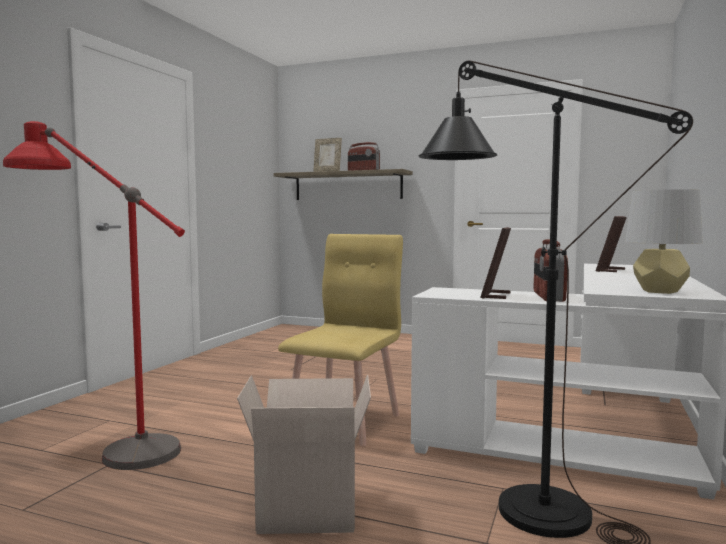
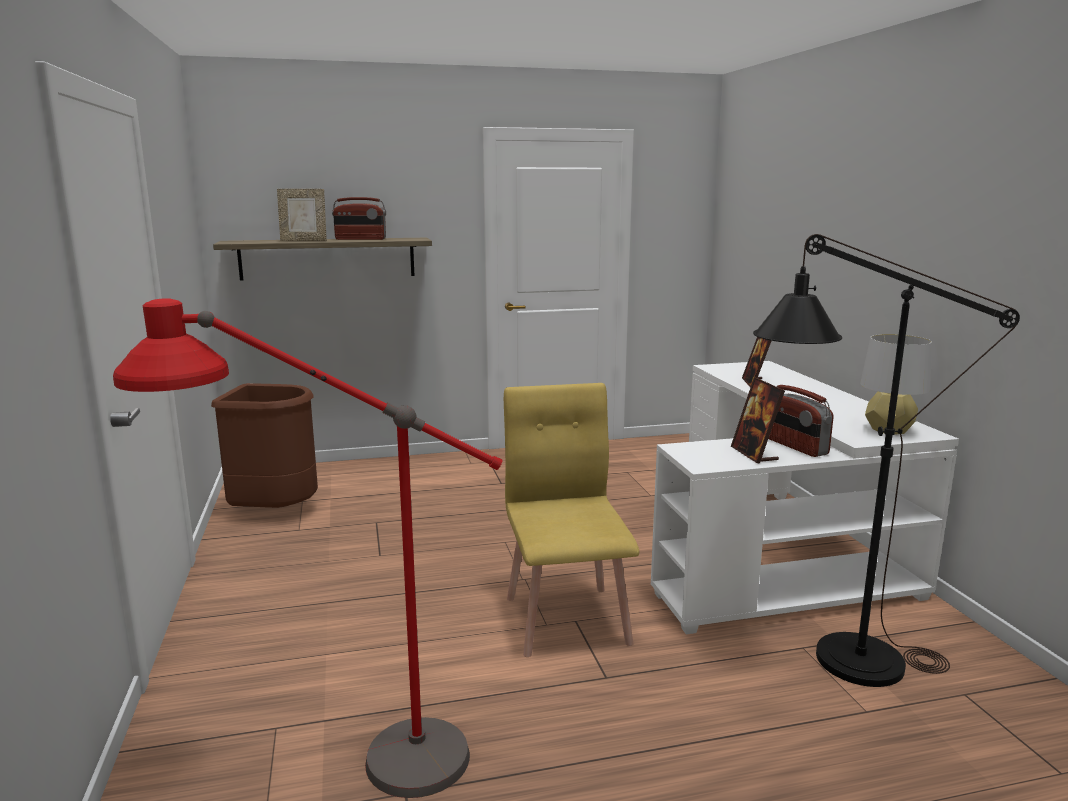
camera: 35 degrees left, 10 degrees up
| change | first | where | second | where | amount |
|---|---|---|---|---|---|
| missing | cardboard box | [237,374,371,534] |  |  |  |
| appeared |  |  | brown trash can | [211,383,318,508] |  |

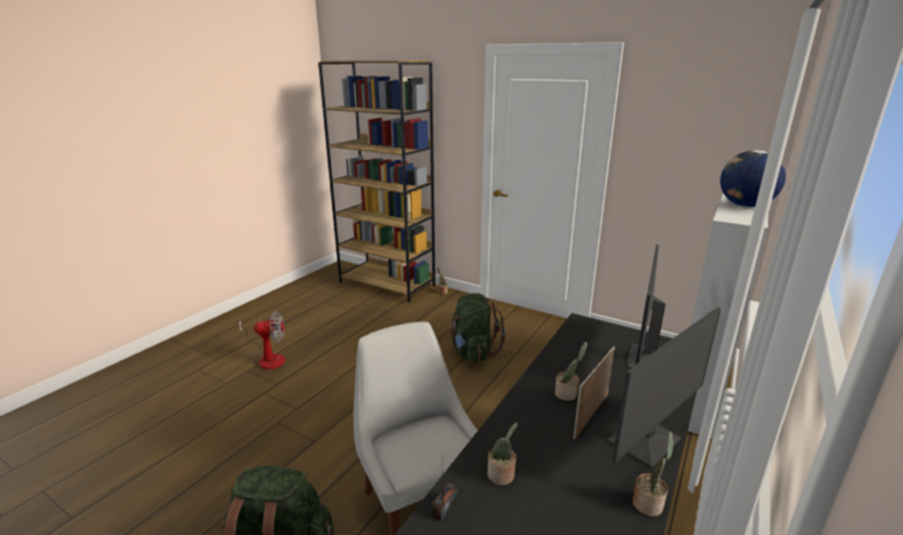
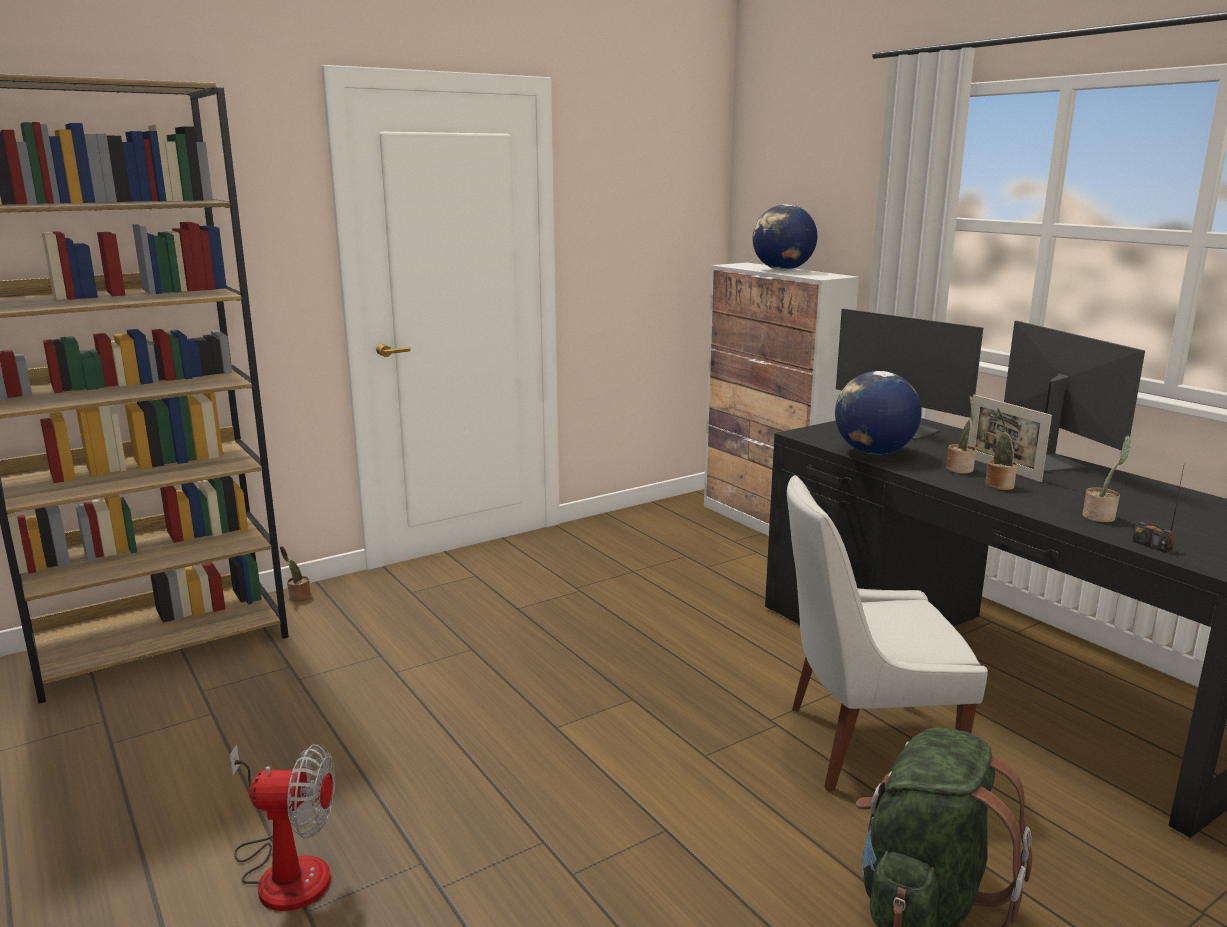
camera: 65 degrees left, 5 degrees down
| change | first | where | second | where | amount |
|---|---|---|---|---|---|
| missing | green backpack | [447,293,506,363] |  |  |  |
| appeared |  |  | globe | [835,371,922,454] |  |
| relocated | potted plant | [632,432,674,517] |  | [985,408,1017,490] |  |
| spun | fan | [239,311,285,370] |  | [230,744,335,911] | 75 degrees clockwise |

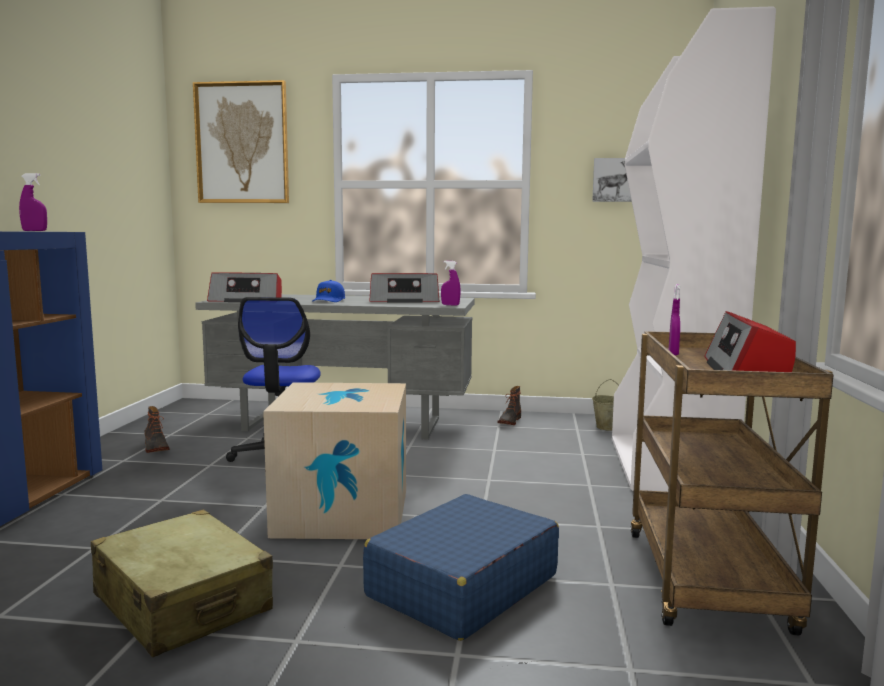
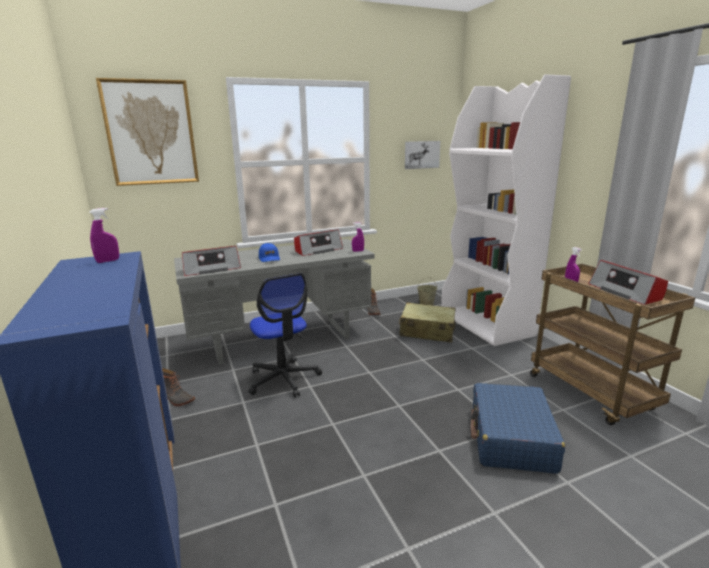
camera: 30 degrees left, 10 degrees up
| change | first | where | second | where | amount |
|---|---|---|---|---|---|
| missing | cardboard box | [263,382,406,539] |  |  |  |
| relocated | beige suitcase | [91,509,273,657] |  | [399,302,455,342] |  |

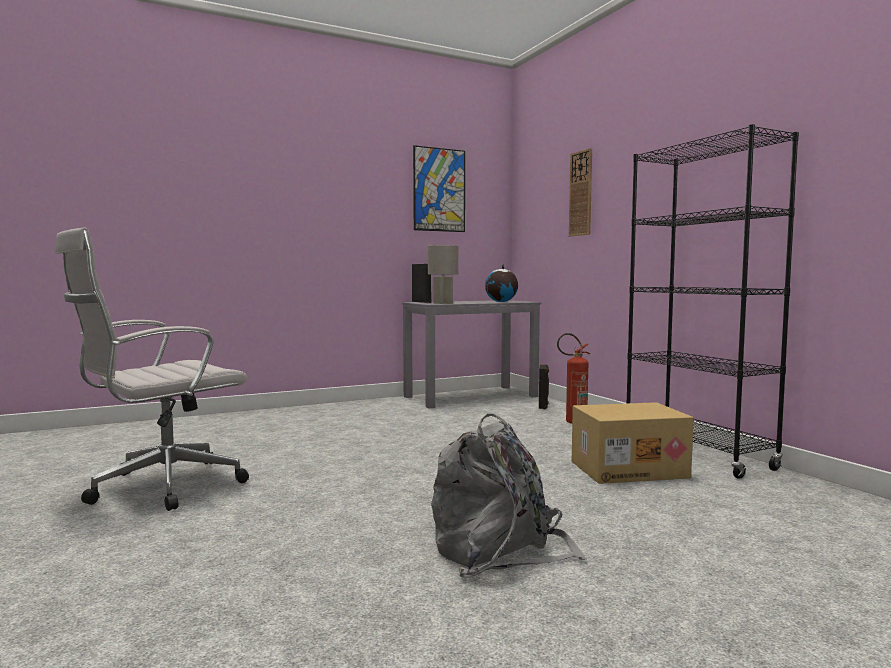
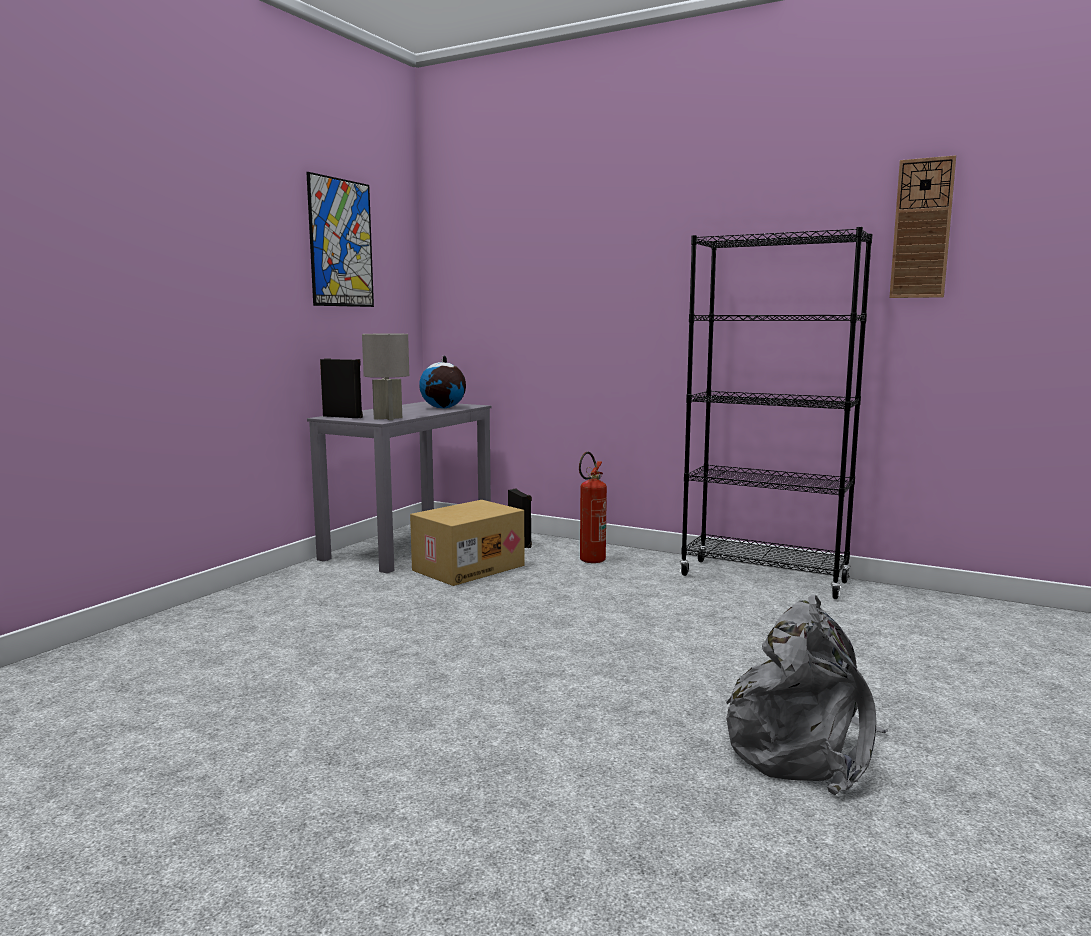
camera: 35 degrees left, 5 degrees up
| change | first | where | second | where | amount |
|---|---|---|---|---|---|
| missing | white office chair | [56,227,249,511] |  |  |  |
| relocated | wall clock | [569,148,592,236] |  | [889,155,956,298] |  |
| relocated | cardboard box | [572,402,694,484] |  | [410,500,525,586] |  |

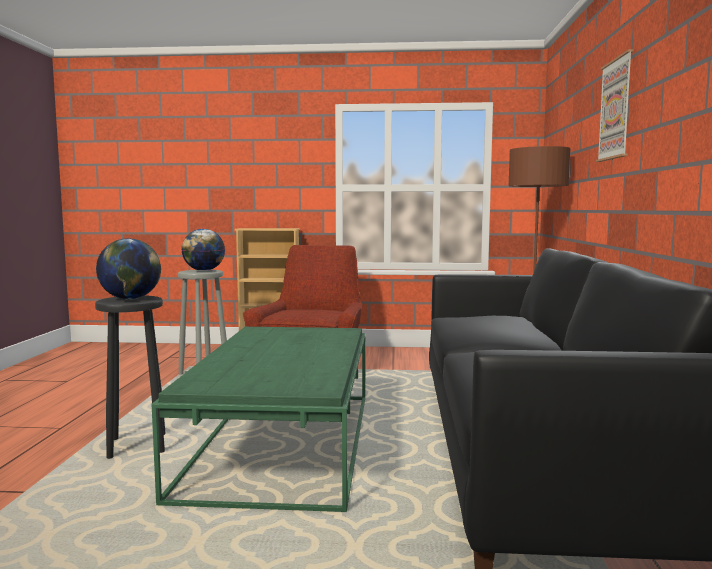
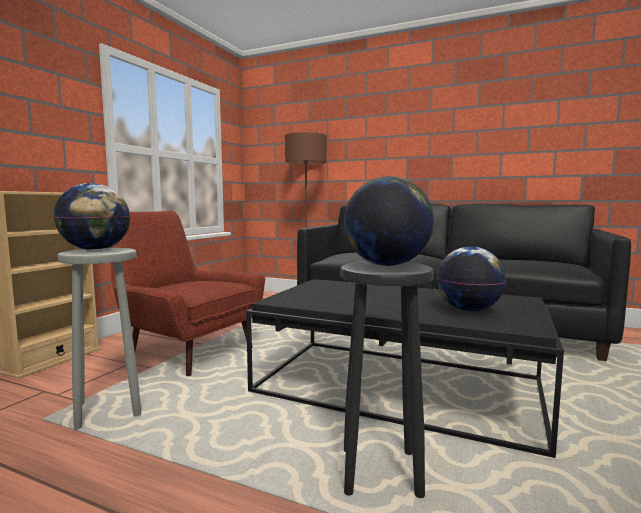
camera: 70 degrees left, 0 degrees up
| change | first | where | second | where | amount |
|---|---|---|---|---|---|
| missing | picture | [596,49,634,162] |  |  |  |
| appeared |  |  | globe | [437,247,506,311] |  |
| colour | green coffee table | [151,327,365,512] | black coffee table | [246,279,564,458] |  |

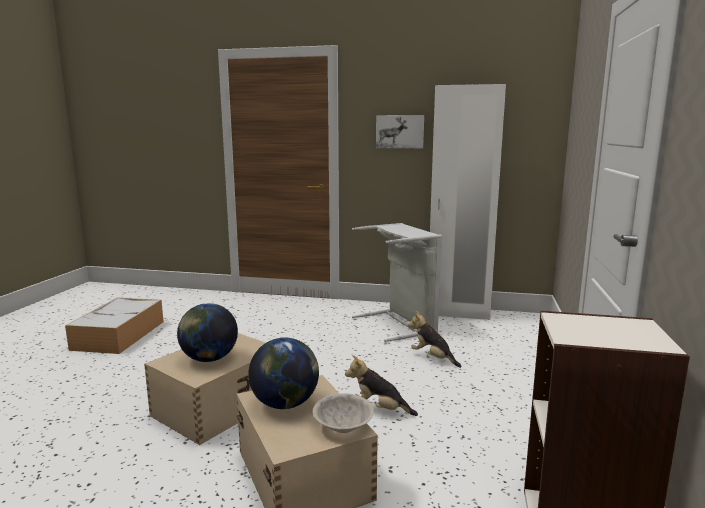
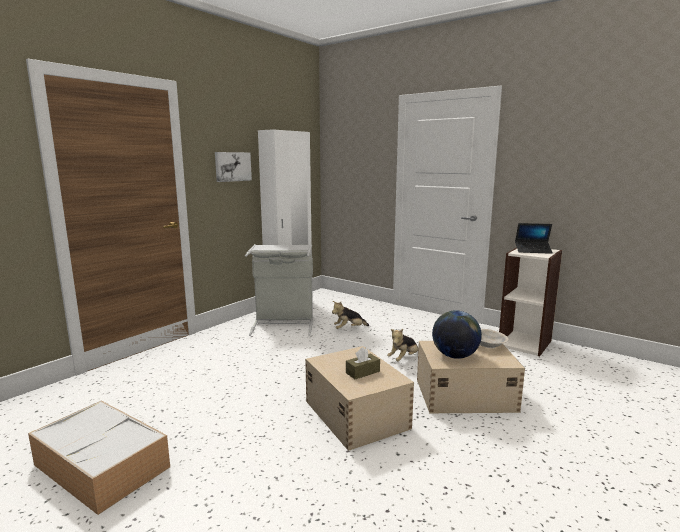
camera: 65 degrees left, 0 degrees up
| change | first | where | second | where | amount |
|---|---|---|---|---|---|
| appeared |  |  | laptop | [515,223,553,254] |  |
| exchanged | globe | [177,303,238,362] | brown tissue box | [346,347,380,379] |  |

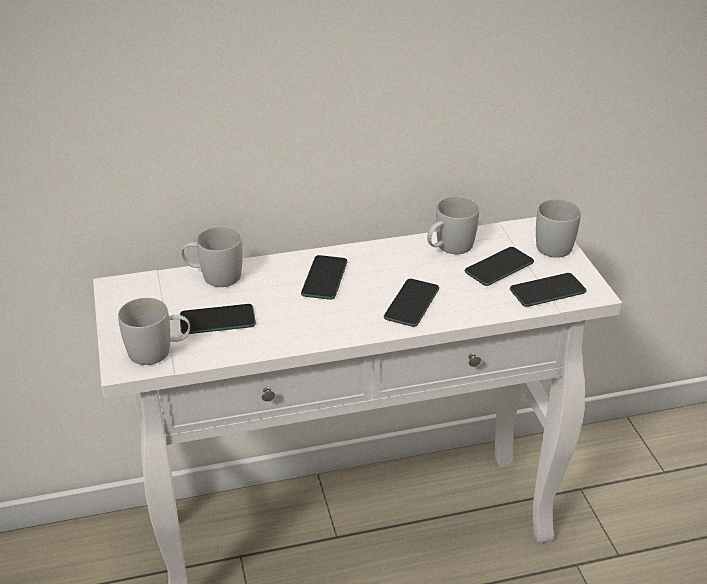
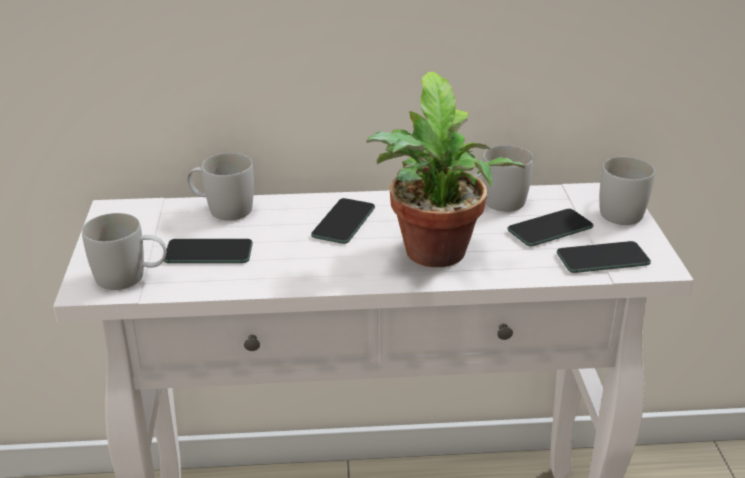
camera: 10 degrees right, 5 degrees down
| change | first | where | second | where | amount |
|---|---|---|---|---|---|
| exchanged | phone | [384,279,439,327] | potted plant | [367,72,526,267] |  |

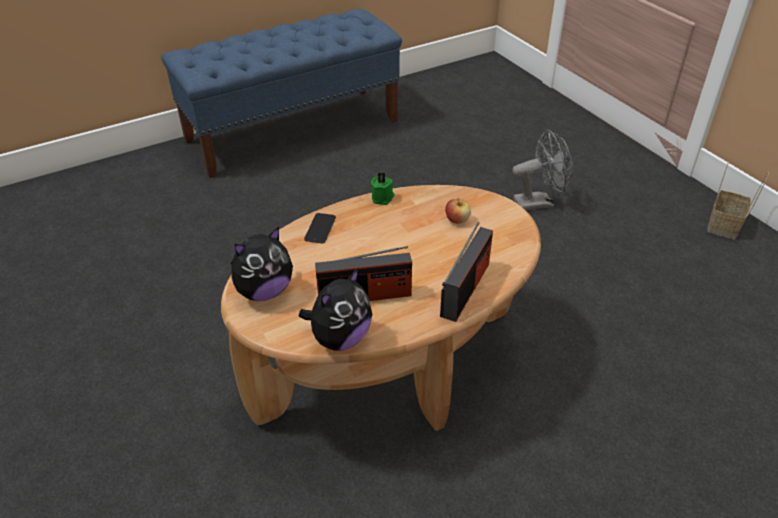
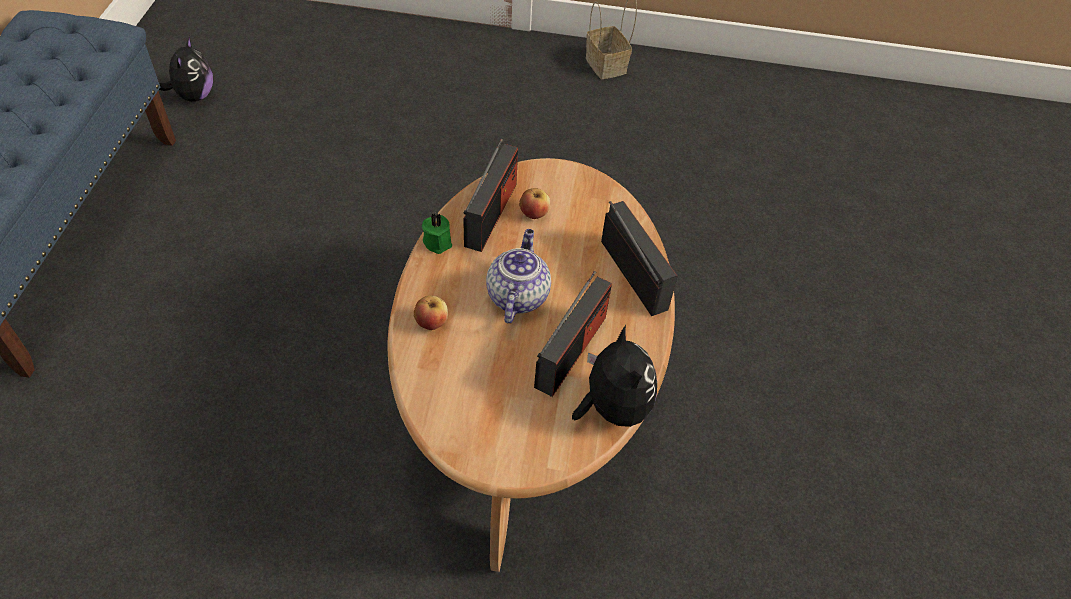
camera: 55 degrees left, 10 degrees up
| change | first | where | second | where | amount |
|---|---|---|---|---|---|
| missing | grey fan | [512,130,573,210] |  |  |  |
| appeared |  |  | radio | [463,139,518,252] |  |
| appeared |  |  | teapot | [486,229,551,323] |  |
| relocated | plush toy | [231,227,293,301] |  | [159,36,213,102] |  |
| exchanged | phone | [304,213,336,243] | apple | [414,296,448,330] |  |

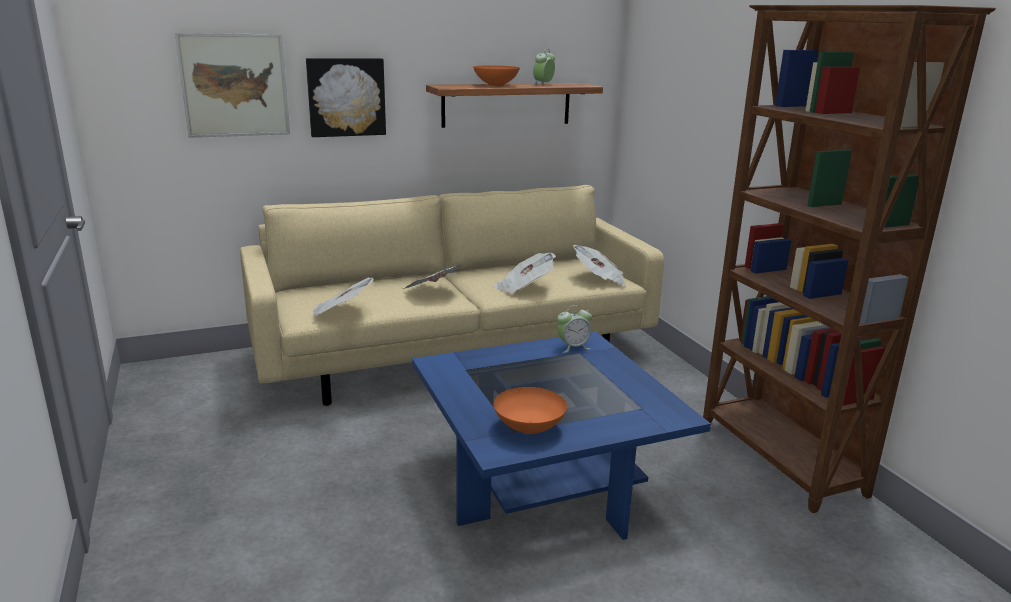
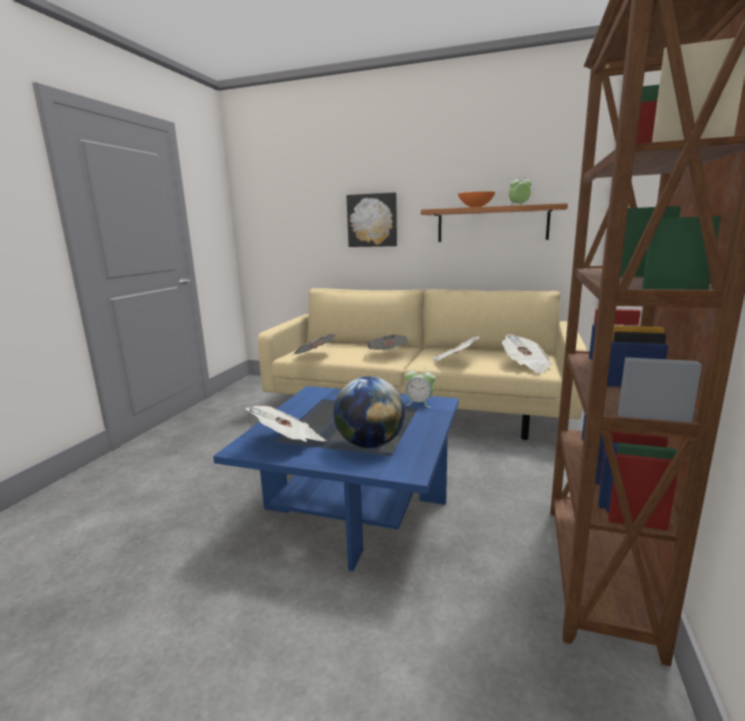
camera: 40 degrees right, 5 degrees down
| change | first | where | second | where | amount |
|---|---|---|---|---|---|
| missing | picture | [175,33,290,138] |  |  |  |
| appeared |  |  | globe | [334,376,405,448] |  |
| exchanged | orange bowl | [494,387,567,434] | newspaper | [246,406,326,442] |  |

